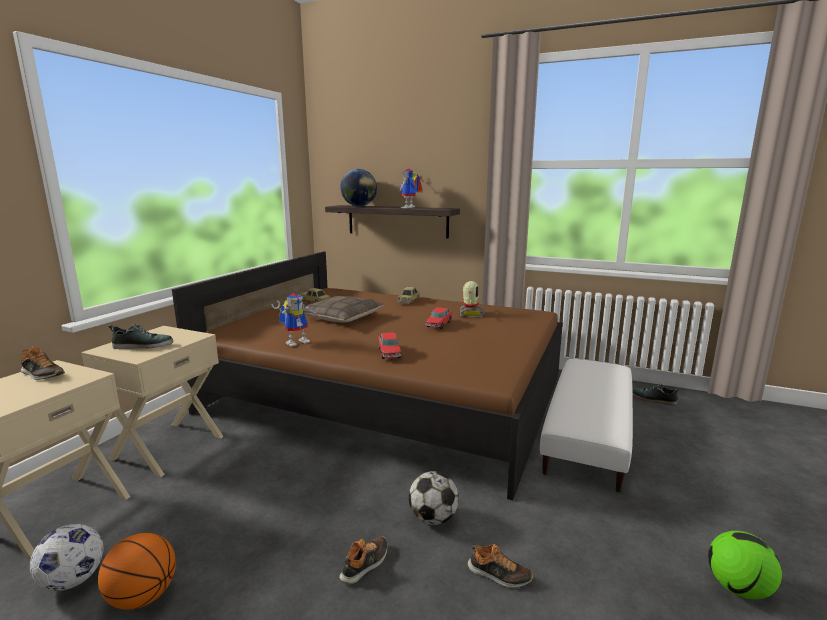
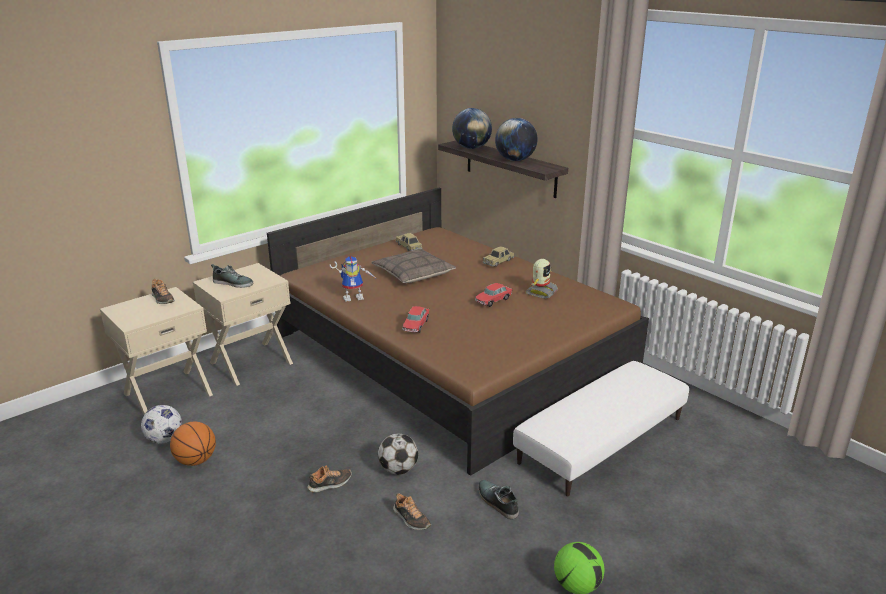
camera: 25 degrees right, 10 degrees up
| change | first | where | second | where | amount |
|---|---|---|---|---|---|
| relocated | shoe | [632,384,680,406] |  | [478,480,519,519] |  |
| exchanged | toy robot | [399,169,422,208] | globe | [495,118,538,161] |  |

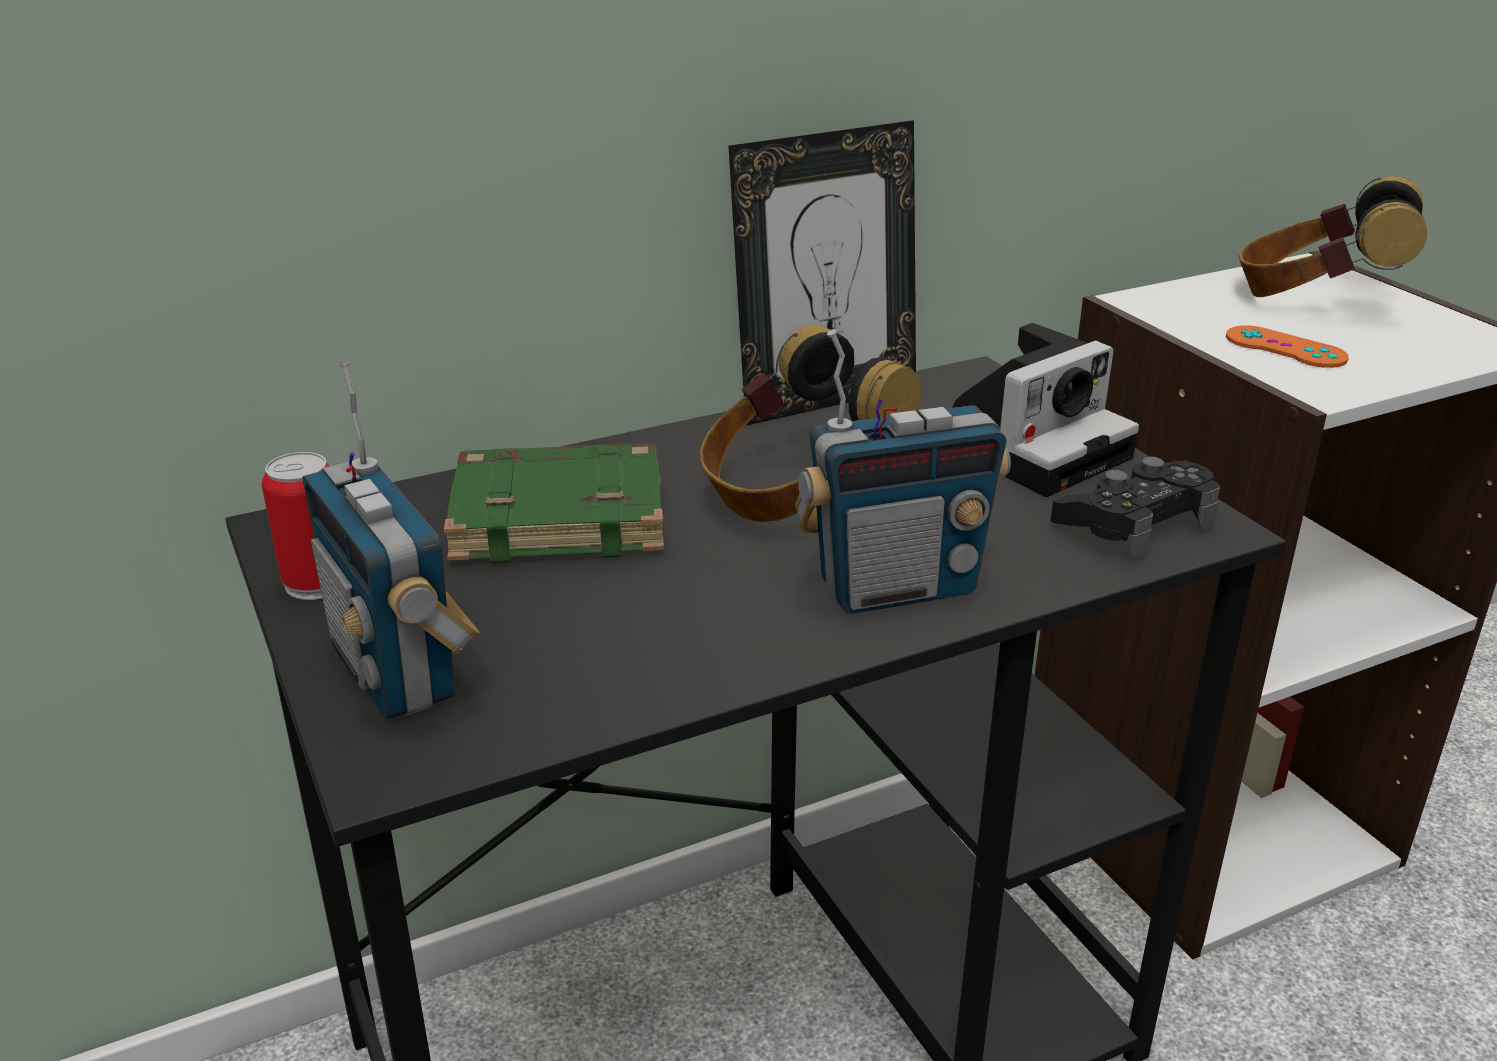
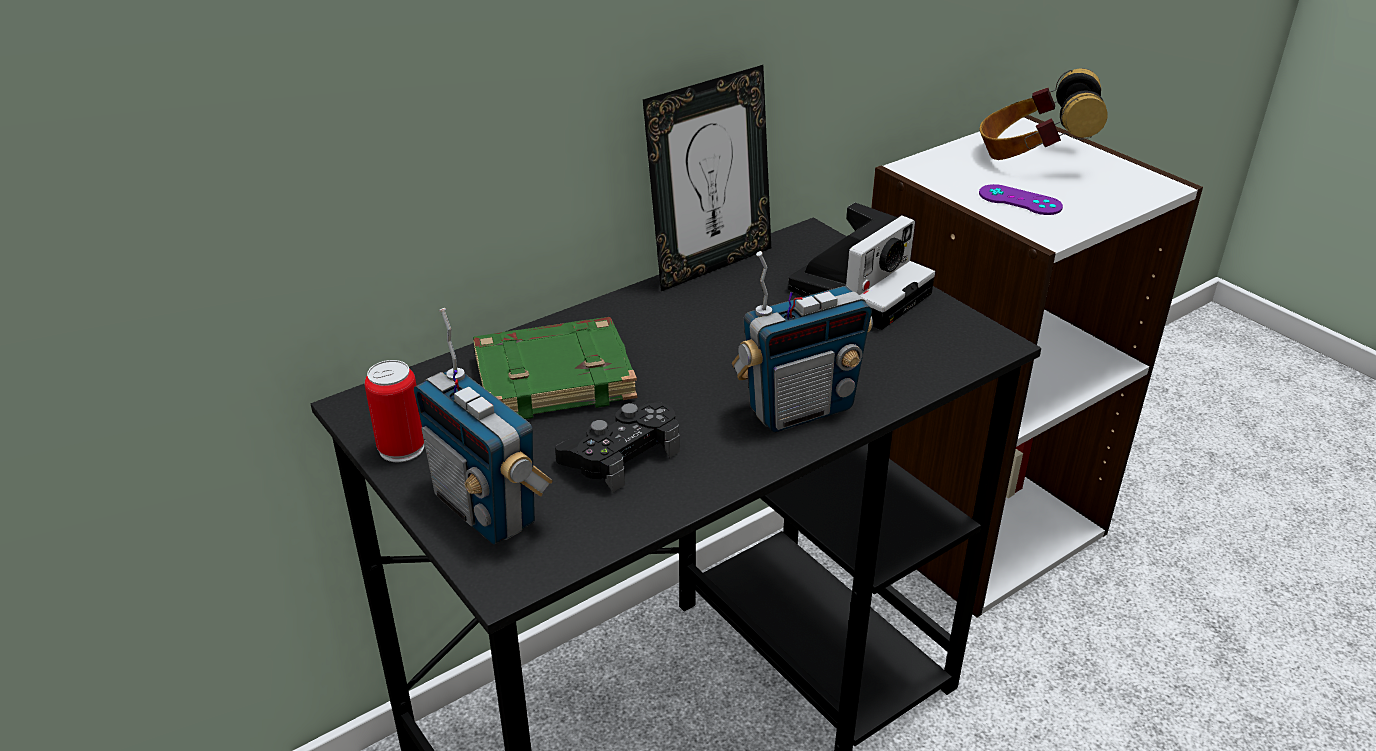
camera: 10 degrees left, 5 degrees up
| change | first | where | second | where | amount |
|---|---|---|---|---|---|
| missing | headphones | [700,325,921,522] |  |  |  |
| relocated | black game controller | [1051,457,1220,561] |  | [555,400,680,492] |  |
| colour | orange game controller | [1226,325,1349,368] | purple game controller | [979,184,1063,215] |  |

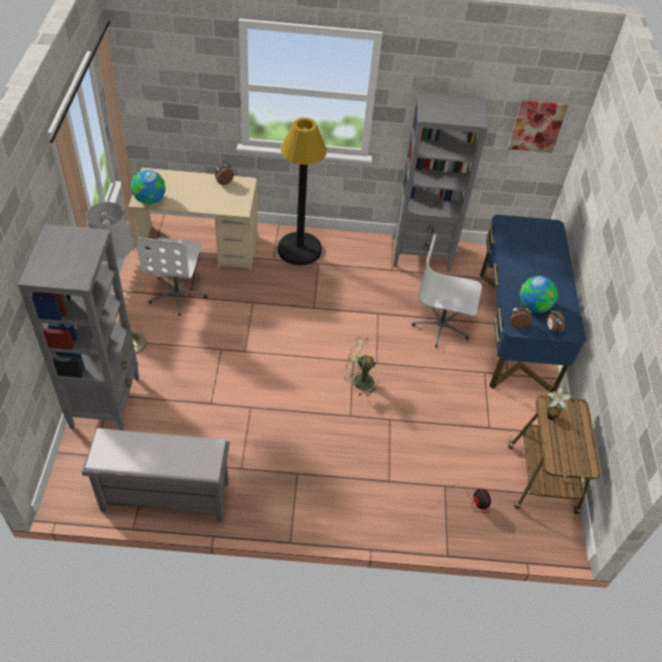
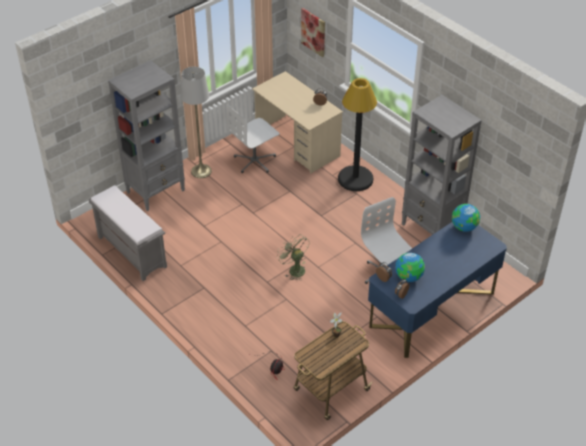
camera: 50 degrees right, 5 degrees down
| change | first | where | second | where | amount |
|---|---|---|---|---|---|
| relocated | globe | [131,170,166,204] |  | [452,204,480,232] |  |
| relocated | picture | [508,100,568,153] |  | [301,8,325,57] |  |

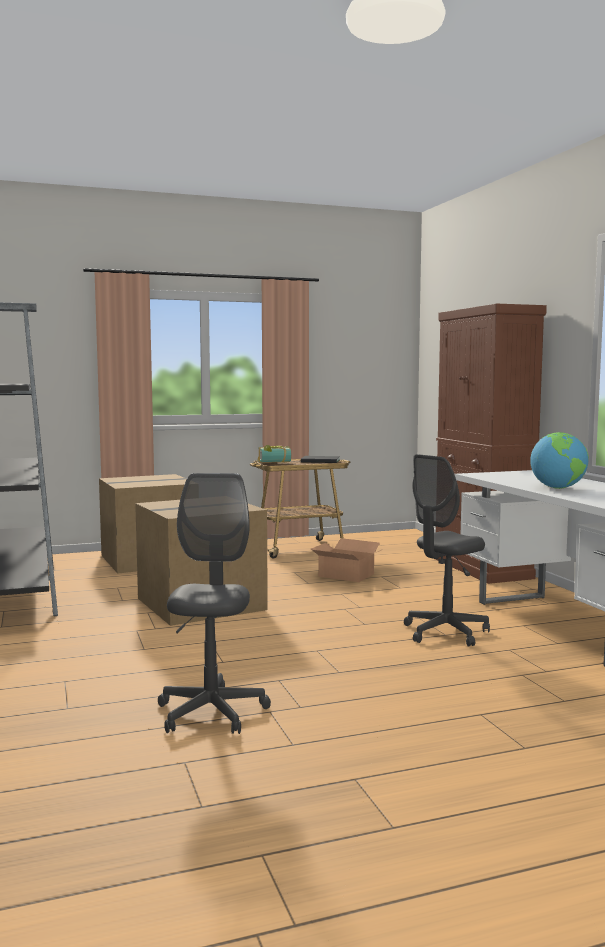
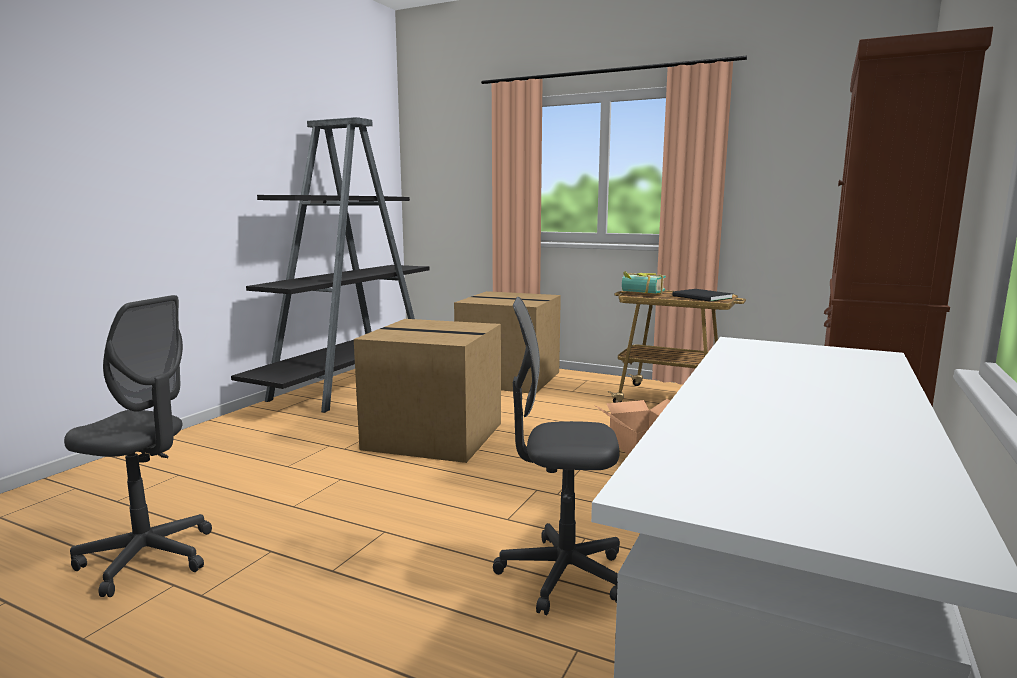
camera: 45 degrees right, 5 degrees up
| change | first | where | second | where | amount |
|---|---|---|---|---|---|
| missing | globe | [530,432,589,489] |  |  |  |
| spun | grey office chair | [158,473,271,734] |  | [64,295,212,597] | 60 degrees clockwise |

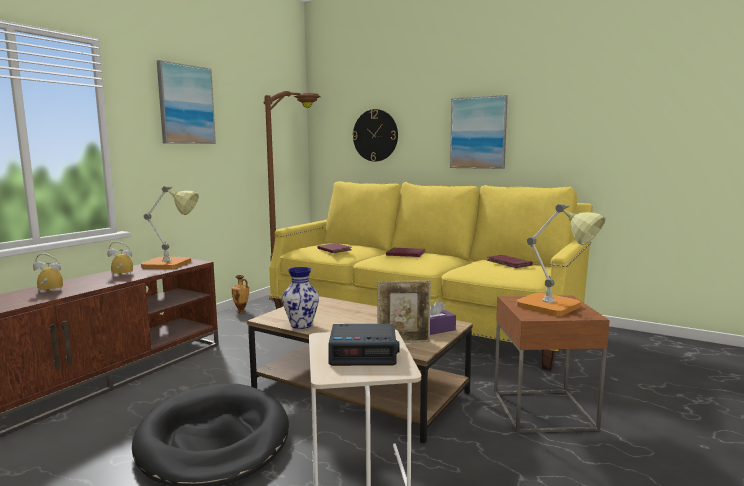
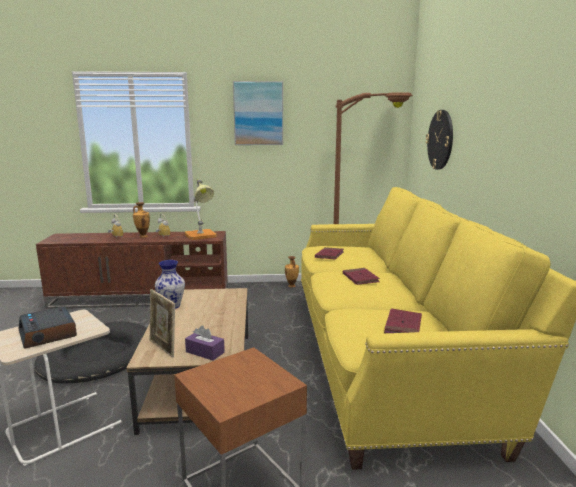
camera: 55 degrees right, 5 degrees up
| change | first | where | second | where | amount |
|---|---|---|---|---|---|
| missing | picture | [450,95,508,169] |  |  |  |
| missing | table lamp | [516,204,606,316] |  |  |  |
| appeared |  |  | vase | [133,202,150,238] |  |

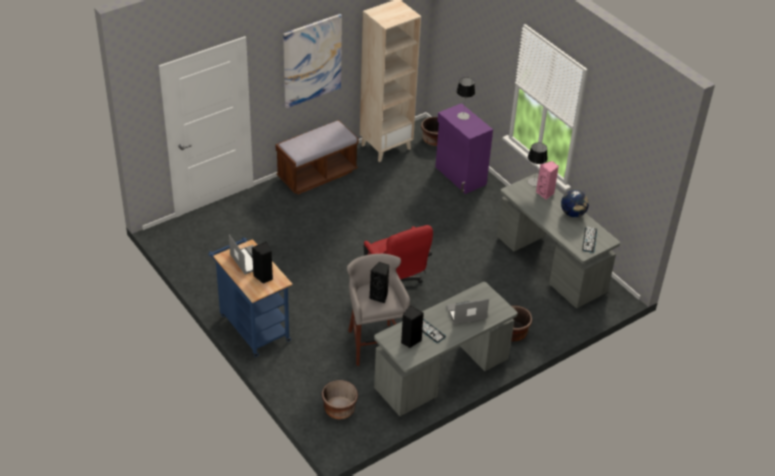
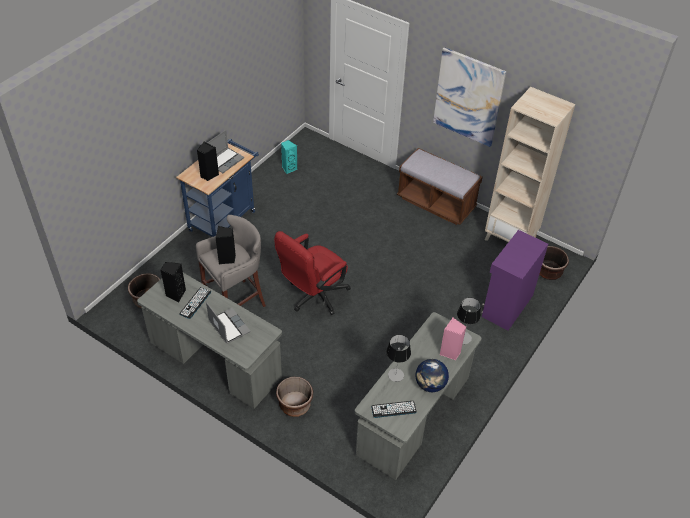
camera: 70 degrees right, 5 degrees up
| change | first | where | second | where | amount |
|---|---|---|---|---|---|
| appeared |  |  | turquoise speaker | [281,140,297,174] |  |
| relocated | table lamp | [456,77,475,120] |  | [386,335,411,382] |  |

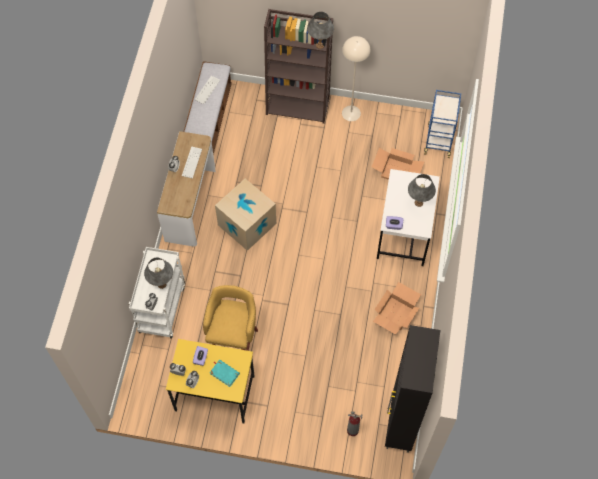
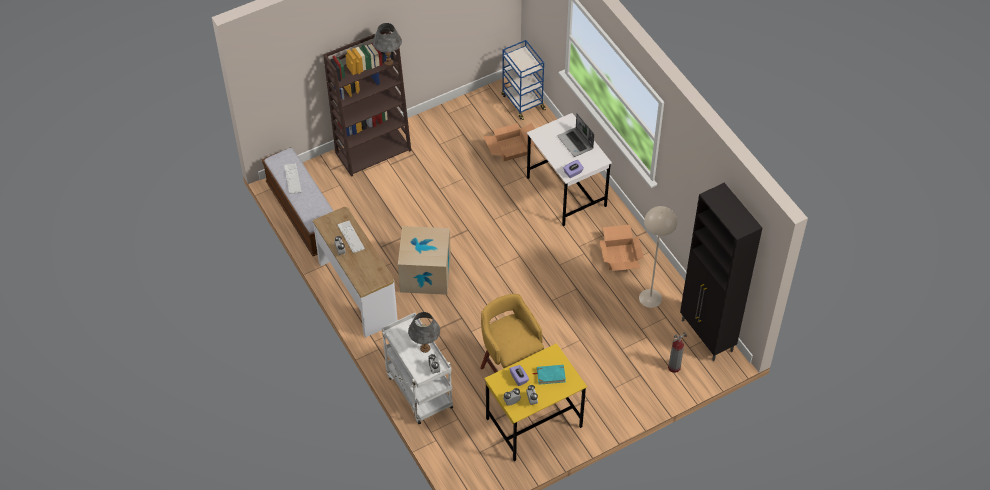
camera: 40 degrees left, 10 degrees down
| change | first | where | second | where | amount |
|---|---|---|---|---|---|
| relocated | beige floor lamp | [342,36,370,121] |  | [639,206,677,308] |  |
| exchanged | grey table lamp | [408,174,436,207] | laptop | [558,114,594,157] |  |

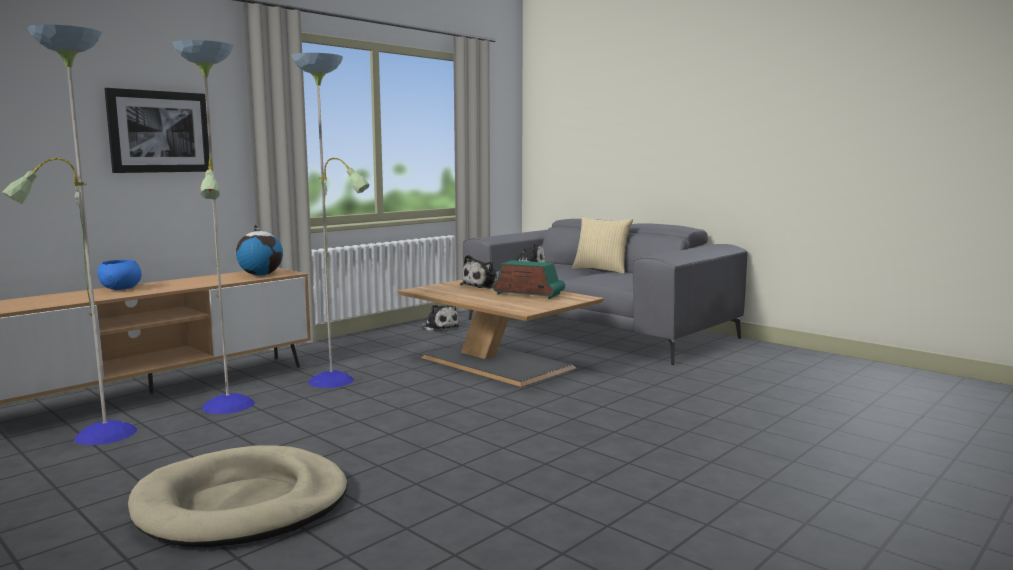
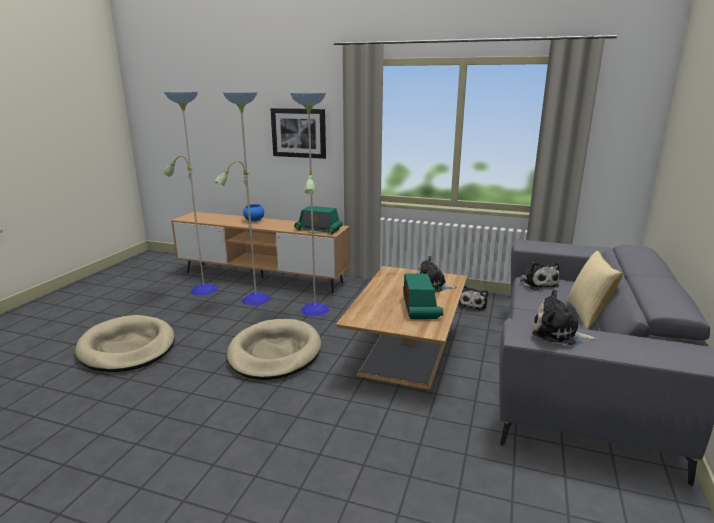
camera: 65 degrees right, 10 degrees up
| change | first | where | second | where | amount |
|---|---|---|---|---|---|
| appeared |  |  | beige dog bed | [227,319,321,380] |  |
| appeared |  |  | plush toy | [532,290,598,345] |  |
| exchanged | globe | [236,225,283,276] | radio | [294,206,343,234] |  |

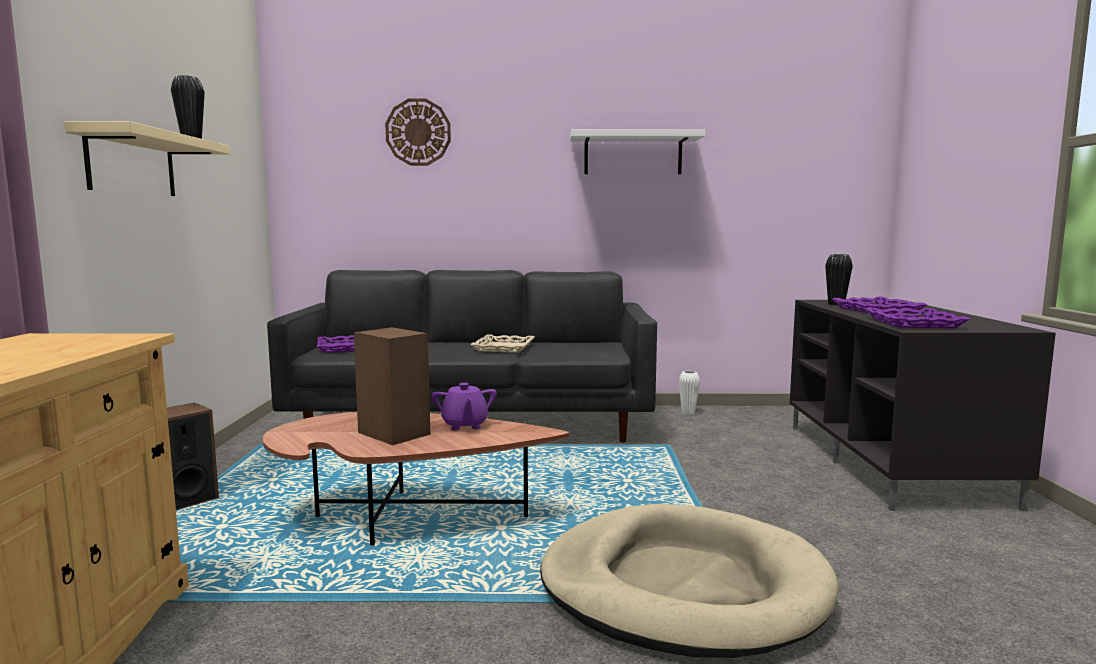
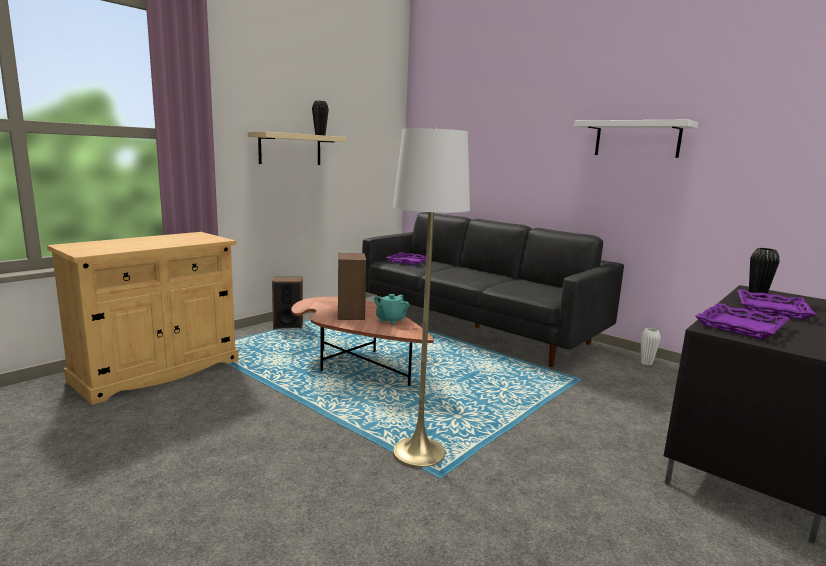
camera: 40 degrees right, 5 degrees up
| change | first | where | second | where | amount |
|---|---|---|---|---|---|
| missing | wall clock | [385,98,451,166] |  |  |  |
| missing | beige tray | [470,334,535,353] |  |  |  |
| exchanged | beige dog bed | [540,504,839,658] | white floor lamp | [393,127,470,469] |  |
| colour | purple teapot | [431,383,497,431] | turquoise teapot | [374,294,409,324] |  |

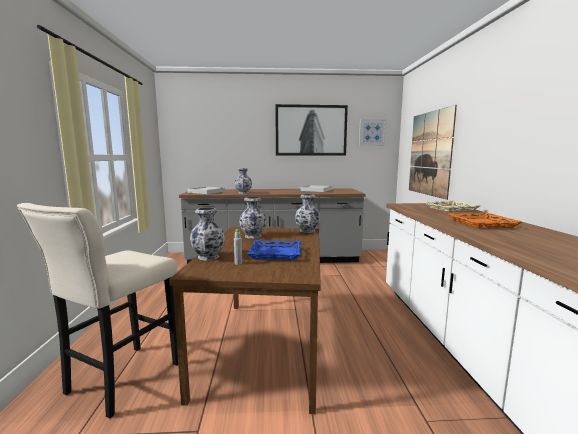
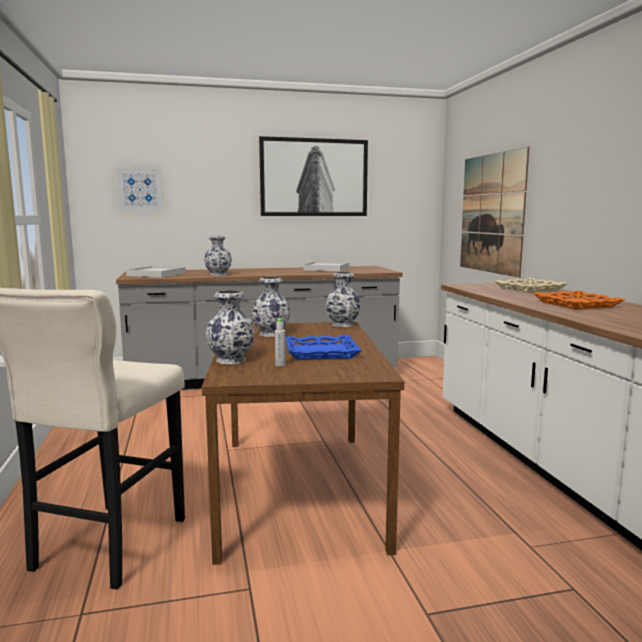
camera: 10 degrees left, 0 degrees up
| change | first | where | second | where | amount |
|---|---|---|---|---|---|
| relocated | picture | [359,119,386,146] |  | [116,167,164,212] |  |

